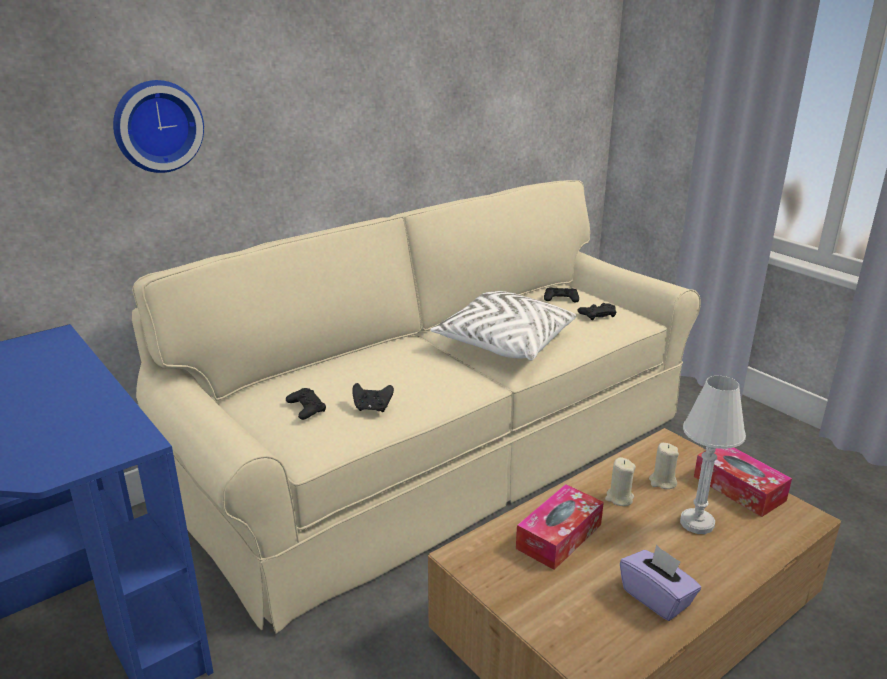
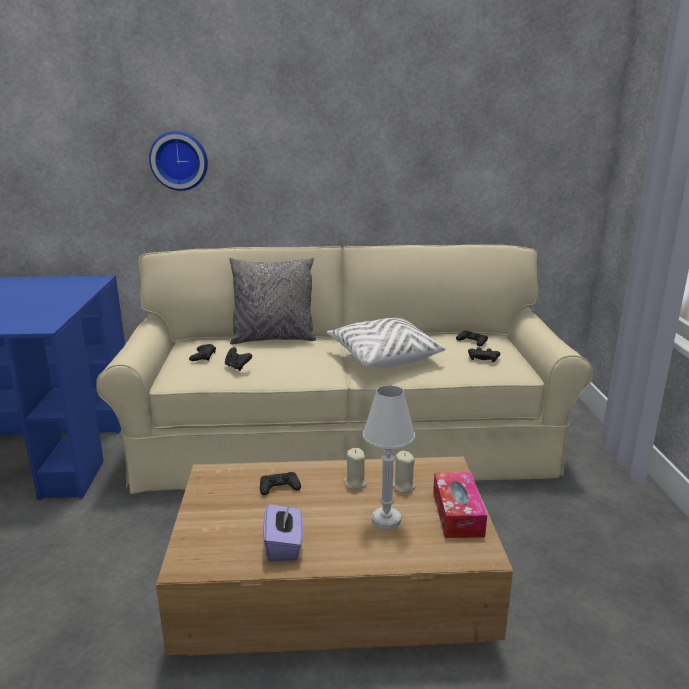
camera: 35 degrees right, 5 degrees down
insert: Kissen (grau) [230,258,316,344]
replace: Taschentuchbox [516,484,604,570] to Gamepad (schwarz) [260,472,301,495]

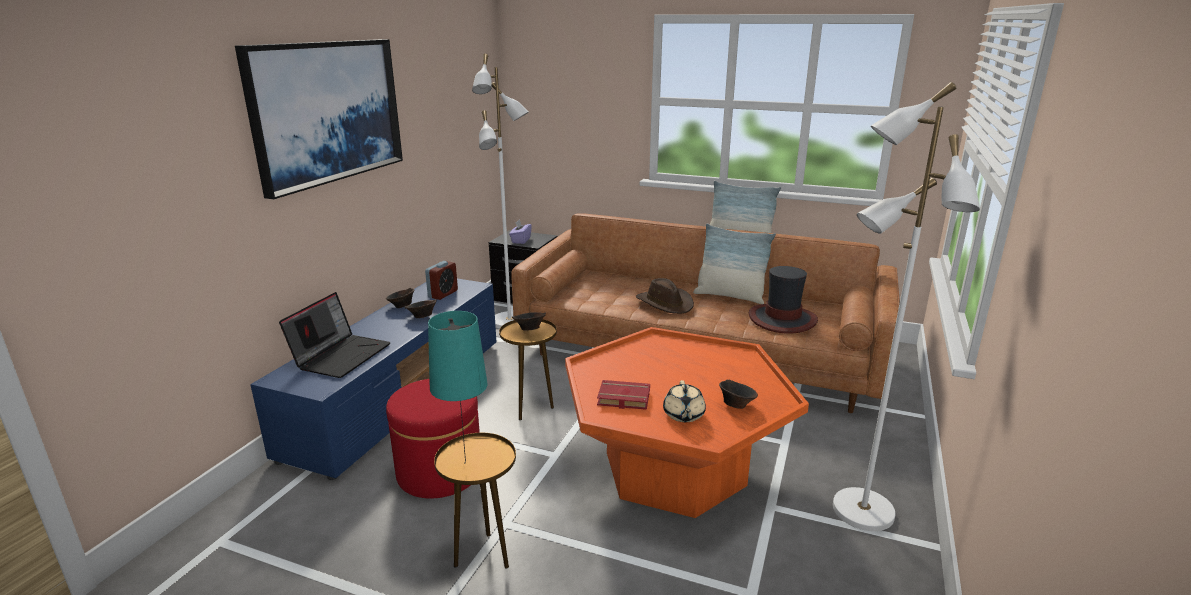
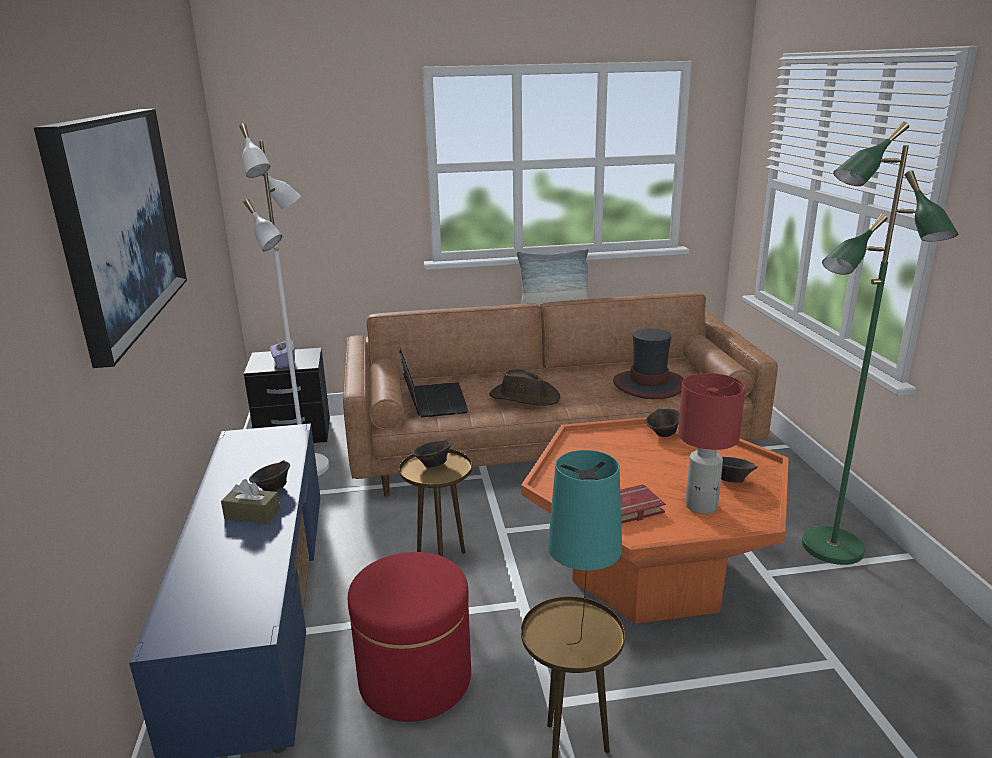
camera: 30 degrees left, 0 degrees up
delete: Wecker [425,261,458,300]; Kissen [693,223,776,304]
insert: Taschentuchbox (braun) [221,479,281,524]
move: Laptop [279,292,391,378] to [398,346,468,417]; Schüssel (braun) [386,288,415,308] to [646,408,680,437]
replace: Teekanne (beige) [663,380,706,422] to Tischlampe (rot) [678,373,746,514]
recolor: Stehlampe (weiß) [833,82,980,531] to Stehlampe (grün) [802,121,958,565]

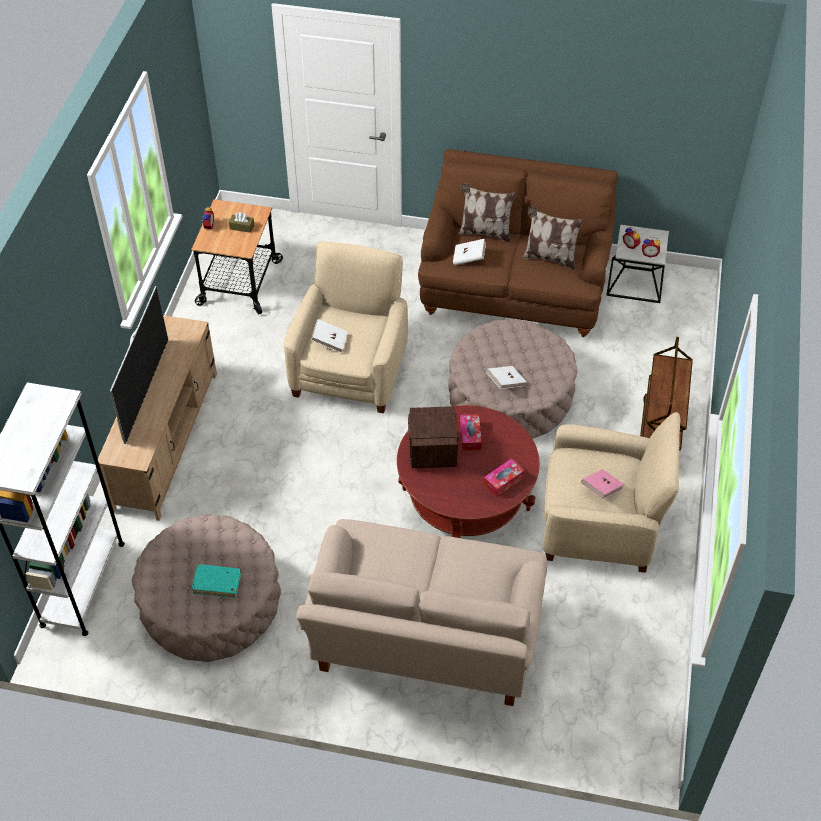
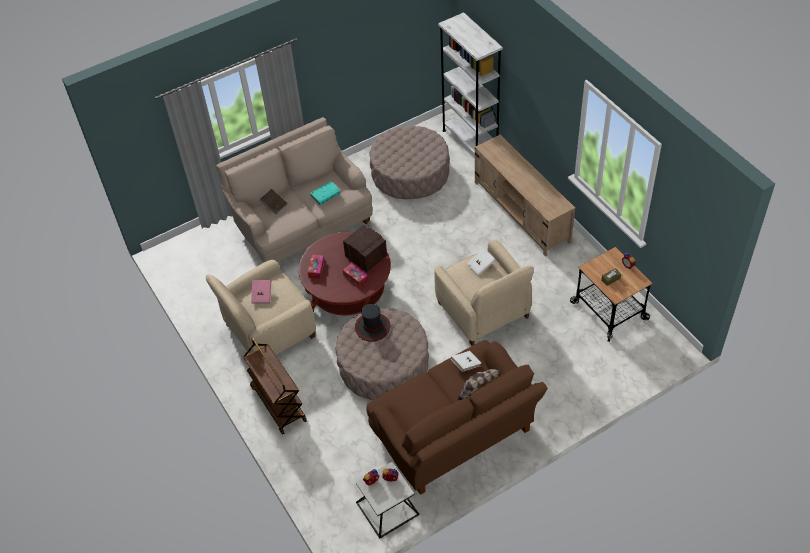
camera: 140 degrees right, 0 degrees up
delete: Fernseher [110,286,168,444]; Kissen [522,206,583,269]
insert: Buch (braun) [260,189,288,215]
move: Buch (türkis) [192,564,241,598] to [310,181,341,205]
replace: Buch (weiß) [486,366,526,389] to Hut [355,304,390,342]

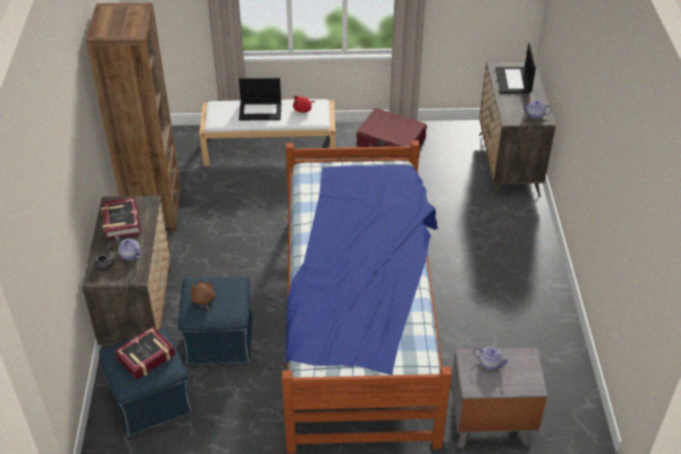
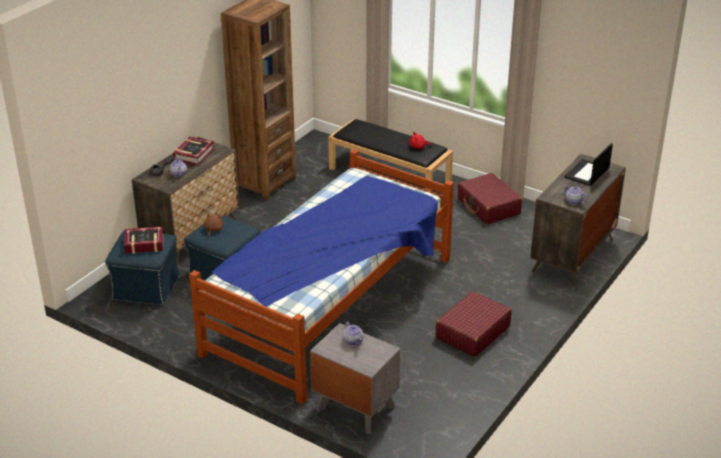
camera: 35 degrees right, 10 degrees down
delete: Laptop [239,78,282,120]
insert: Koffer (rot) [436,291,512,357]
recolor: Bank (weiß) [199,99,336,166] to Bank (schwarz) [328,119,453,191]

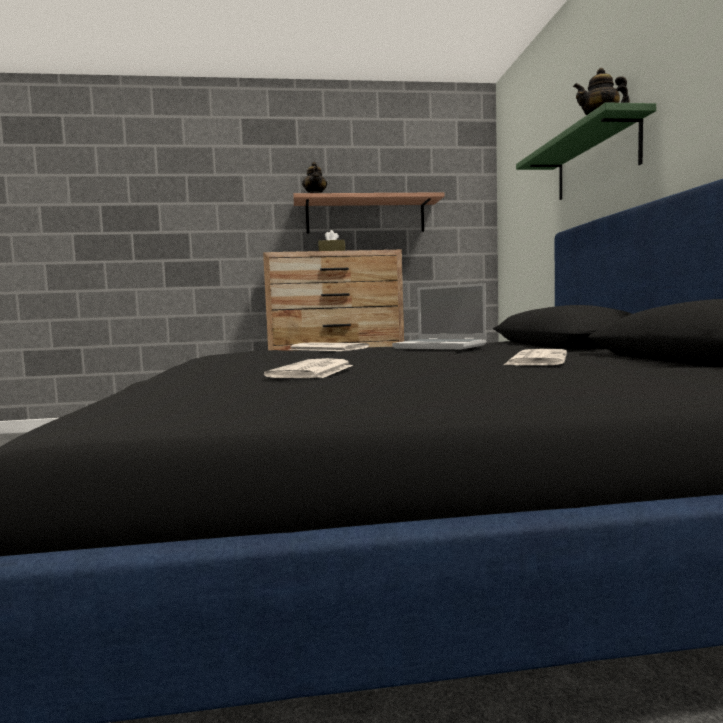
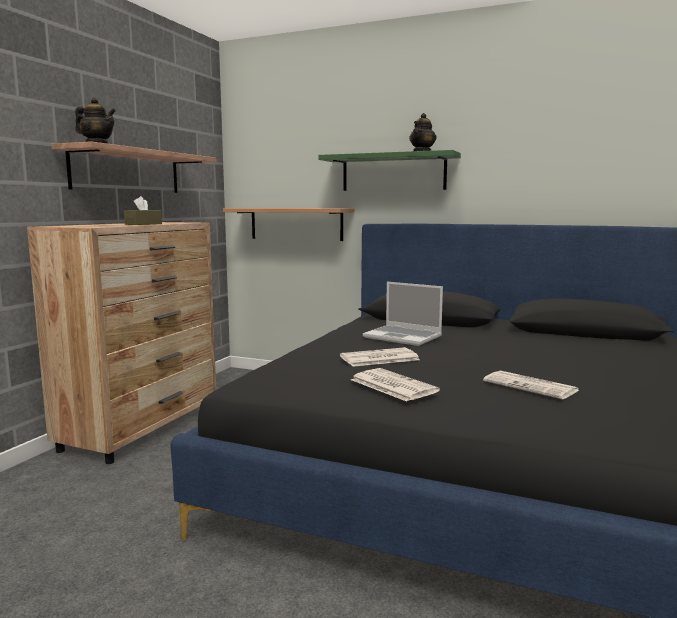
camera: 60 degrees left, 5 degrees up
insert: Wandregal [223,208,355,241]
move: Zeitung [504,349,567,365] to [351,368,440,402]
rotate: Laptop [392,283,487,349] = [363,282,443,346] 60 degrees clockwise

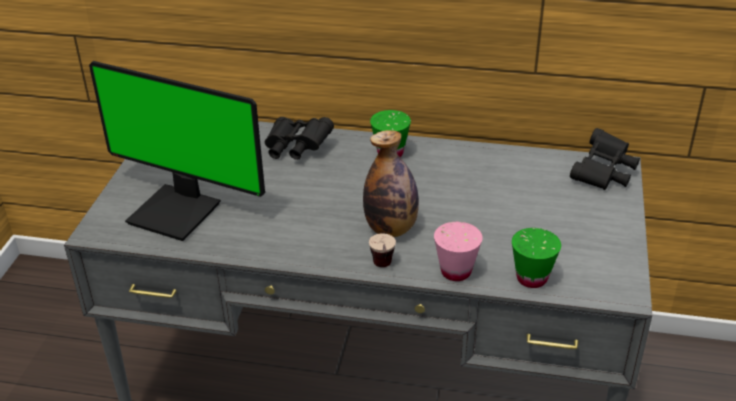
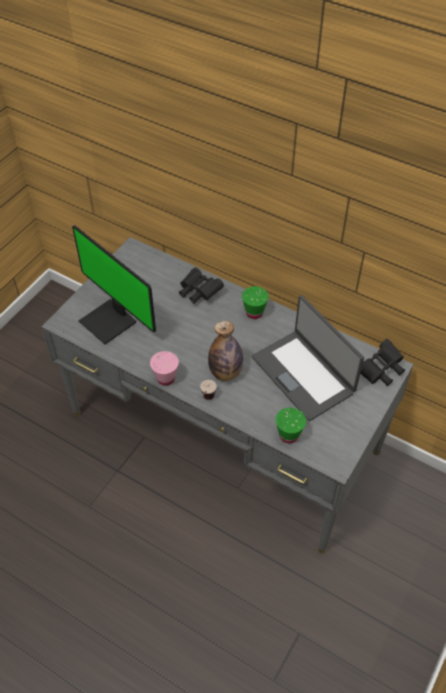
camera: 20 degrees right, 15 degrees up
insert: Laptop [252,295,364,421]
move: Tasse (rosa) [434,222,483,281] to [150,351,179,386]

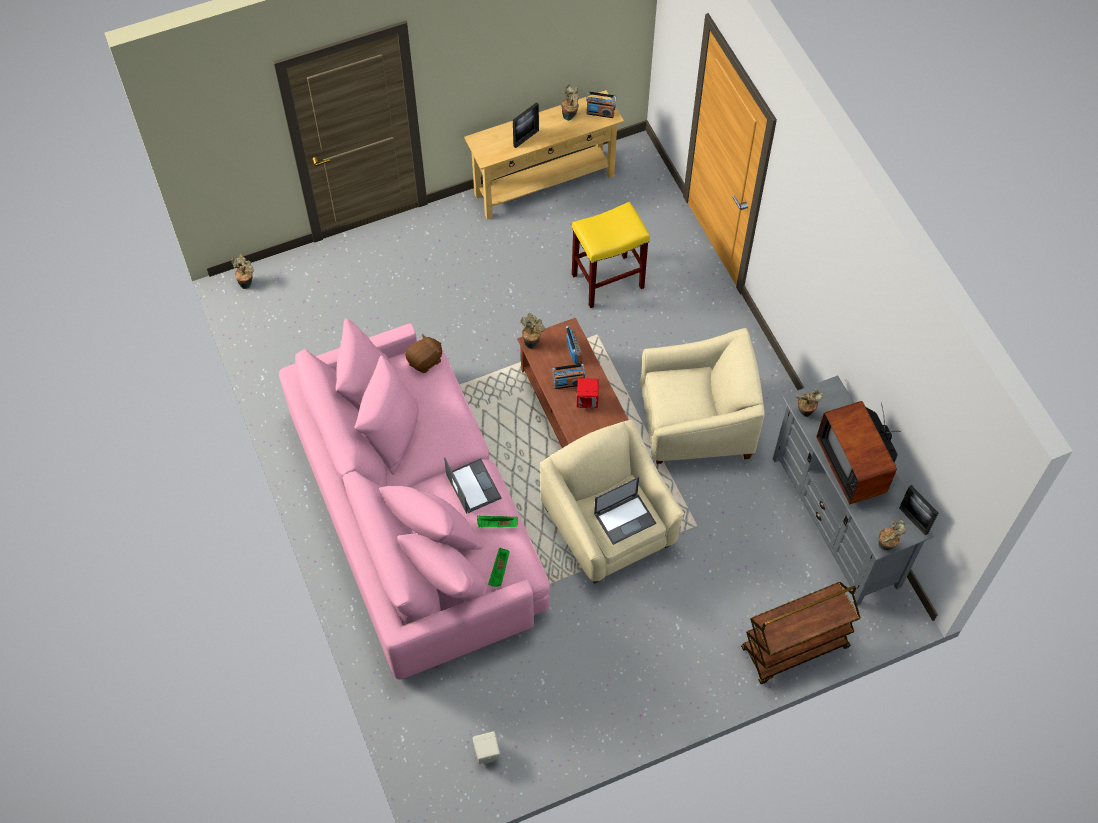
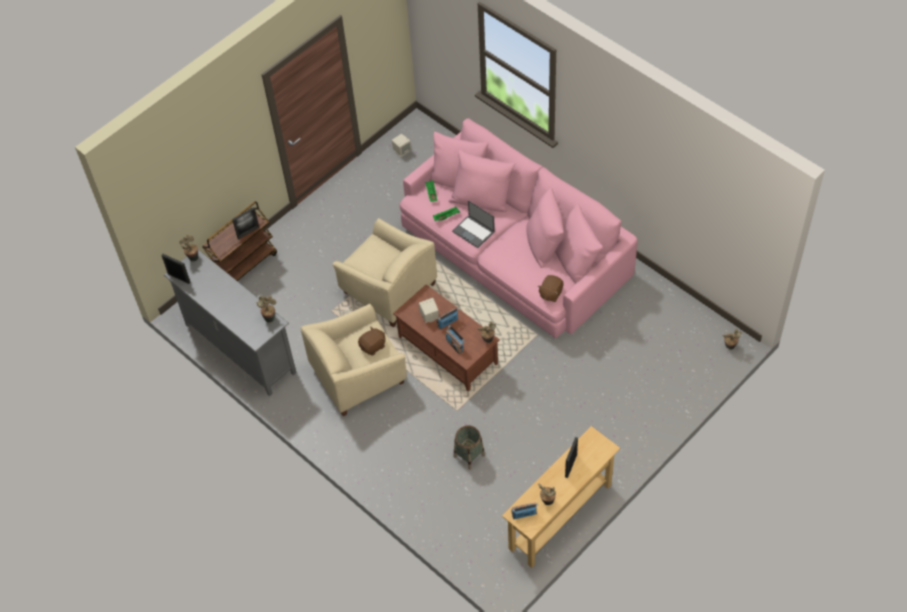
camera: 160 degrees right, 5 degrees down
delete: Laptop [594,477,656,545]; Fernseher [816,401,901,504]
insert: Bilderrahmen [232,207,260,239]; Plüschtier (braun) [358,327,385,355]
replace: Hocker (gelb) [572,202,650,308] to Korb [454,425,485,470]
recolor: Lautsprecher (rot) [577,378,599,408] to Lautsprecher (beige) [419,298,439,323]

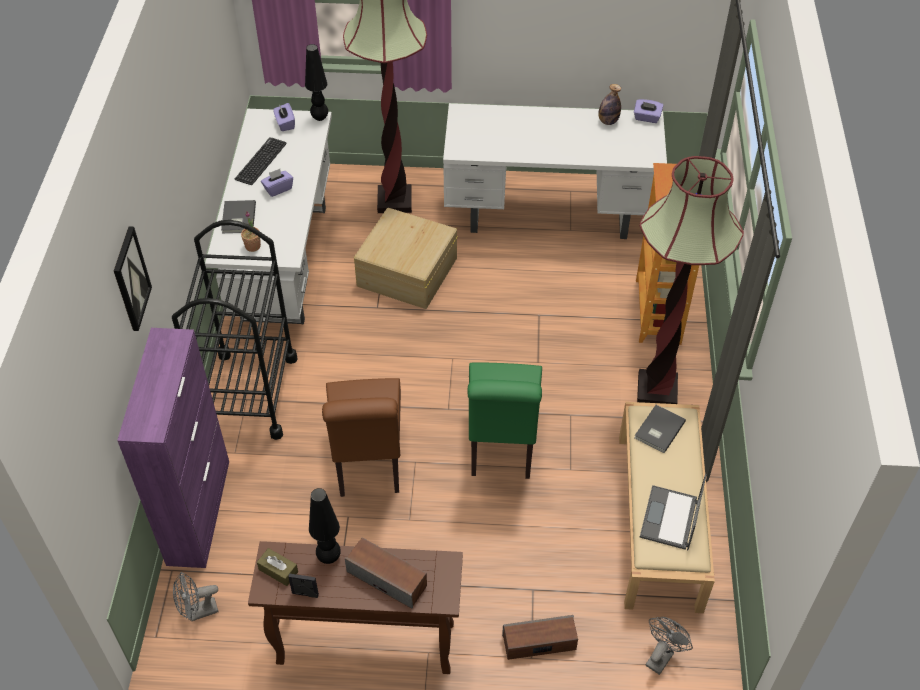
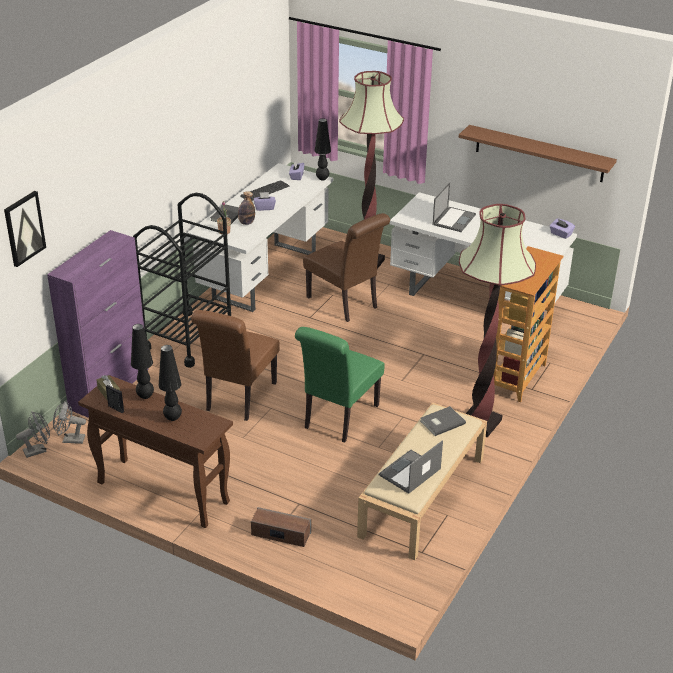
camera: 25 degrees right, 15 degrees down
insert: Laptop [433,182,476,232]; Wandregal (braun) [459,125,617,182]
move: Bild [114,226,152,331] to [4,191,46,267]; Flasche [599,84,621,125] to [238,191,255,225]; Ventilator (grau) [645,617,693,675] to [16,411,50,458]
replace: Lautsprecher [345,538,427,609] to Tischlampe (schwarz) [159,345,182,421]; Aufbewahrungsbox (beige) [354,208,458,309] to Stuhl (braun) [303,213,390,322]

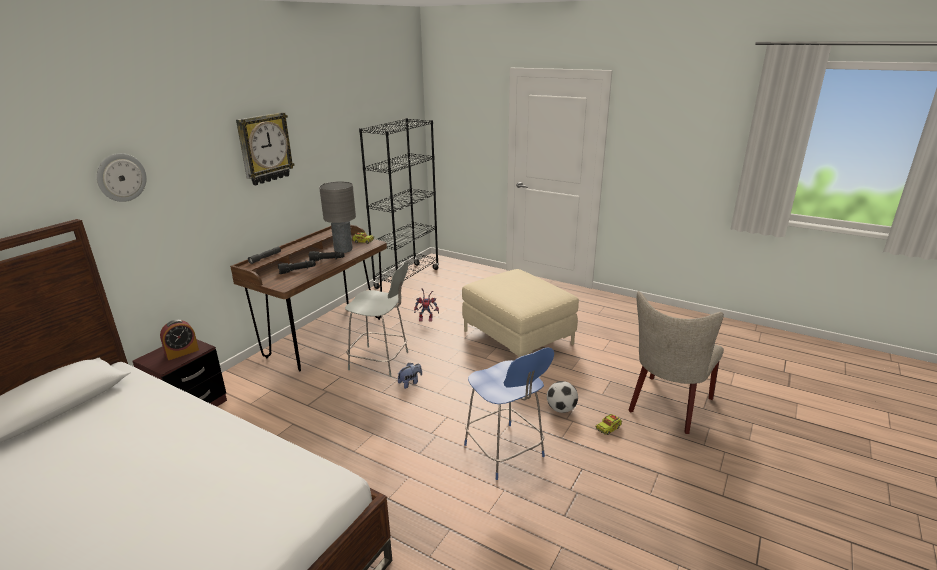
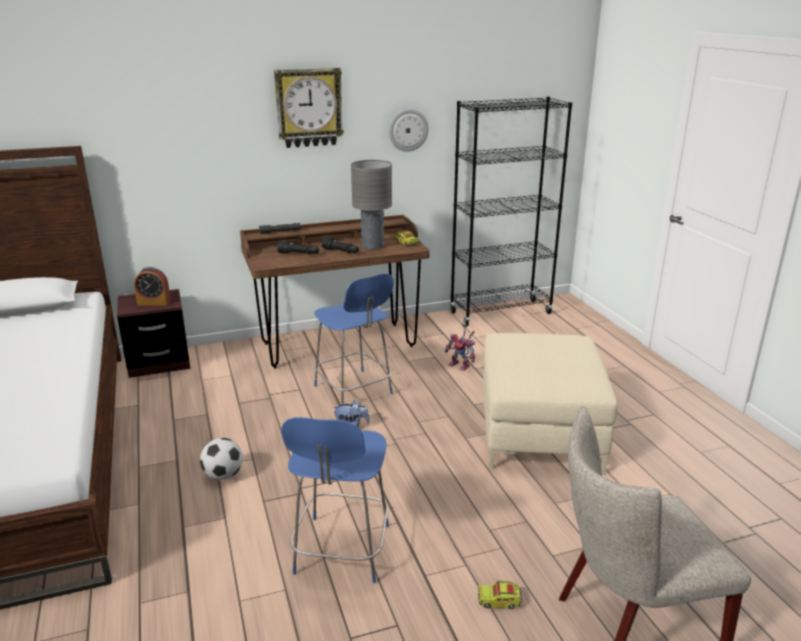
camera: 40 degrees right, 0 degrees up
move: Wanduhr [97,153,147,202] to [389,109,429,152]; Fußball [547,381,578,413] to [200,438,243,480]
recolor: Stuhl (grau) [345,262,408,377] to Stuhl (blau) [314,274,394,404]

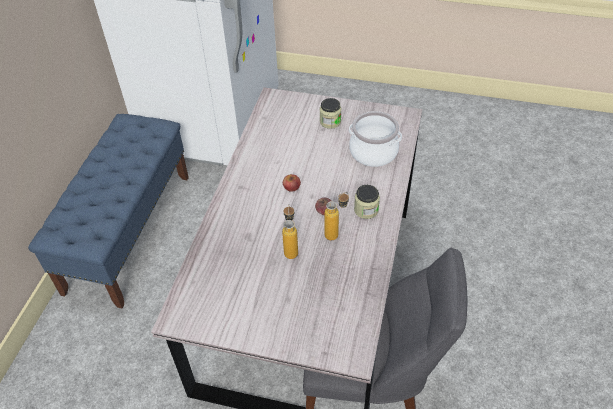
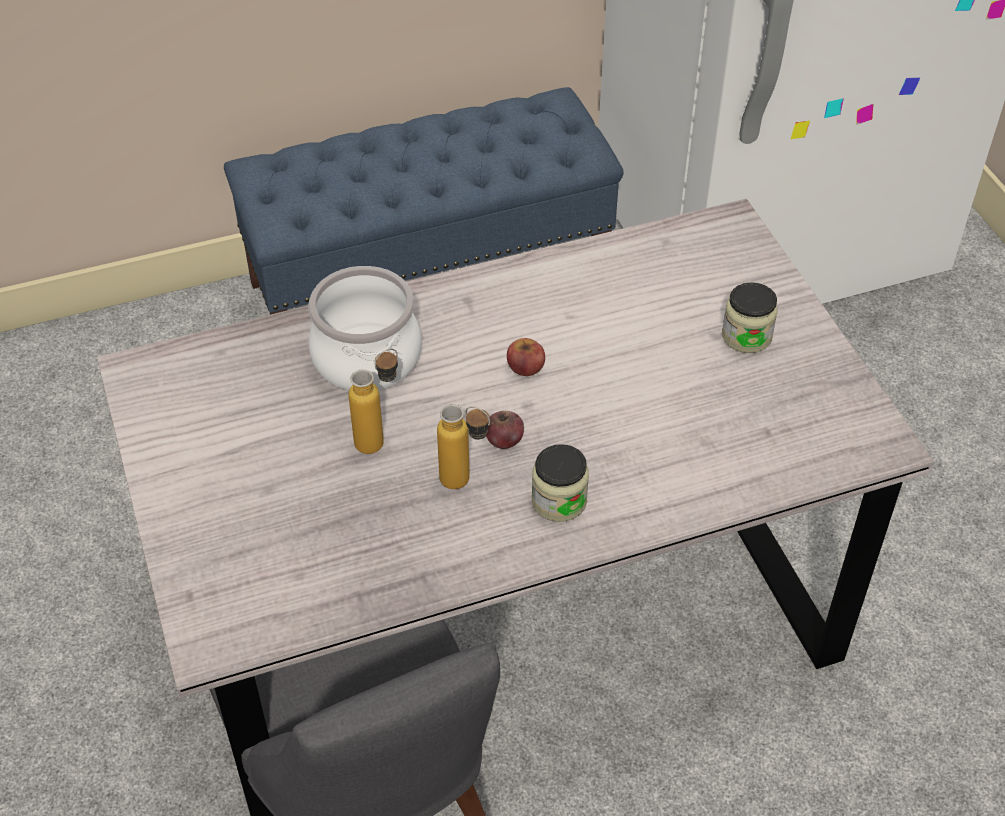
camera: 55 degrees right, 0 degrees up
move: Kochtopf [349,111,402,167] to [308,266,421,390]

